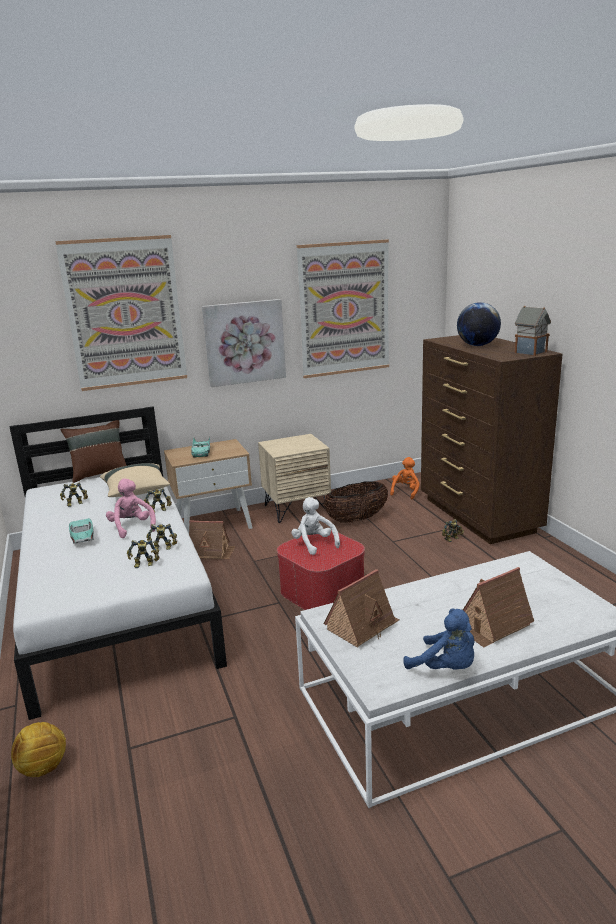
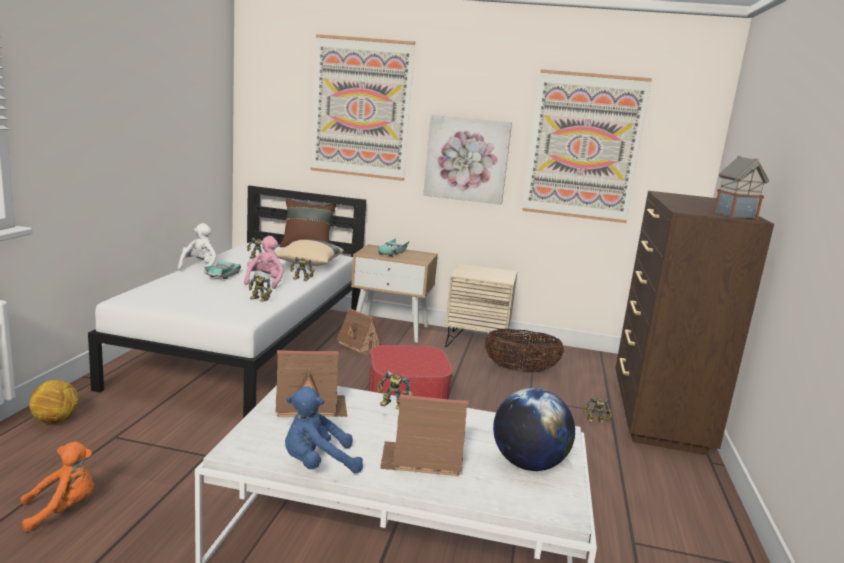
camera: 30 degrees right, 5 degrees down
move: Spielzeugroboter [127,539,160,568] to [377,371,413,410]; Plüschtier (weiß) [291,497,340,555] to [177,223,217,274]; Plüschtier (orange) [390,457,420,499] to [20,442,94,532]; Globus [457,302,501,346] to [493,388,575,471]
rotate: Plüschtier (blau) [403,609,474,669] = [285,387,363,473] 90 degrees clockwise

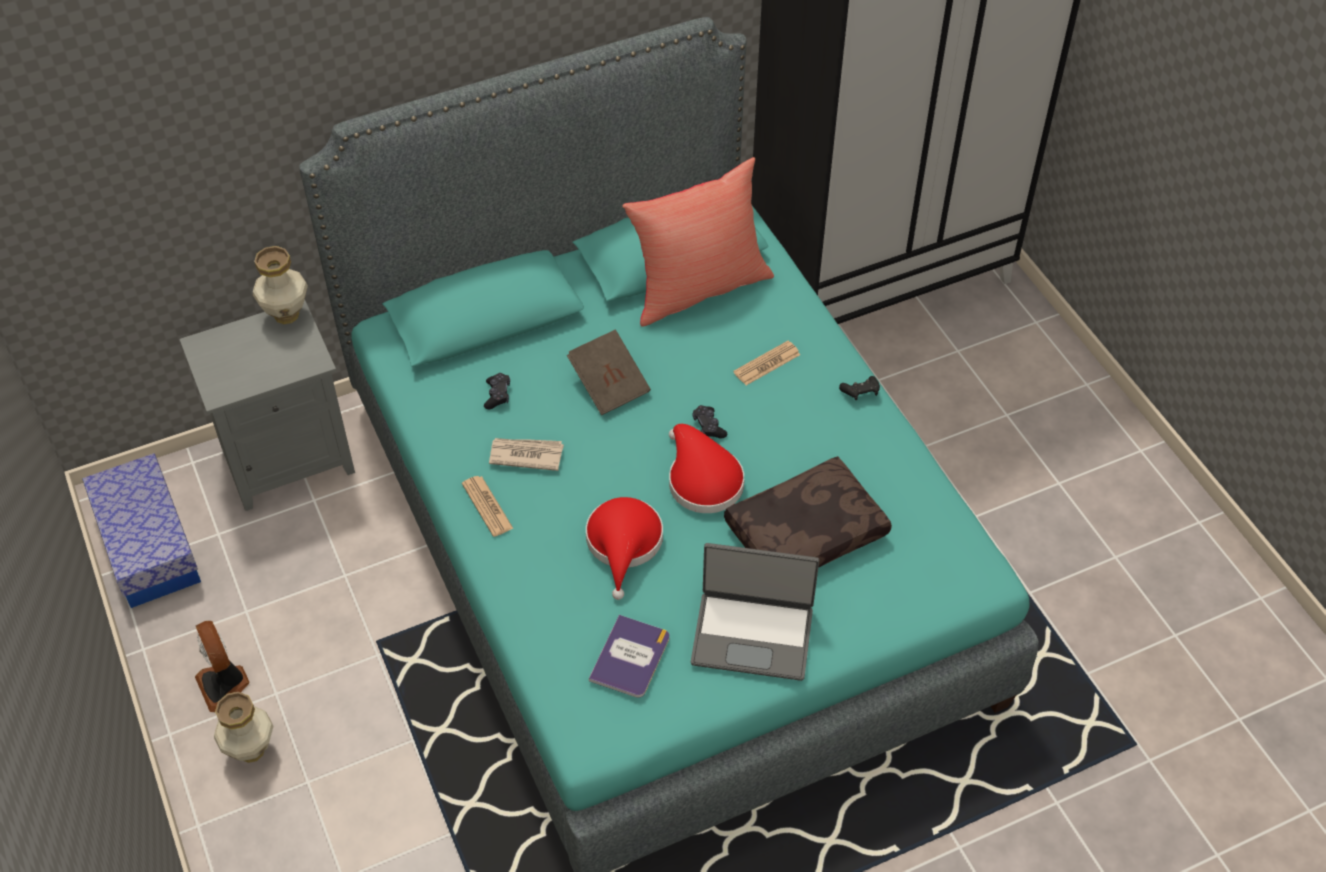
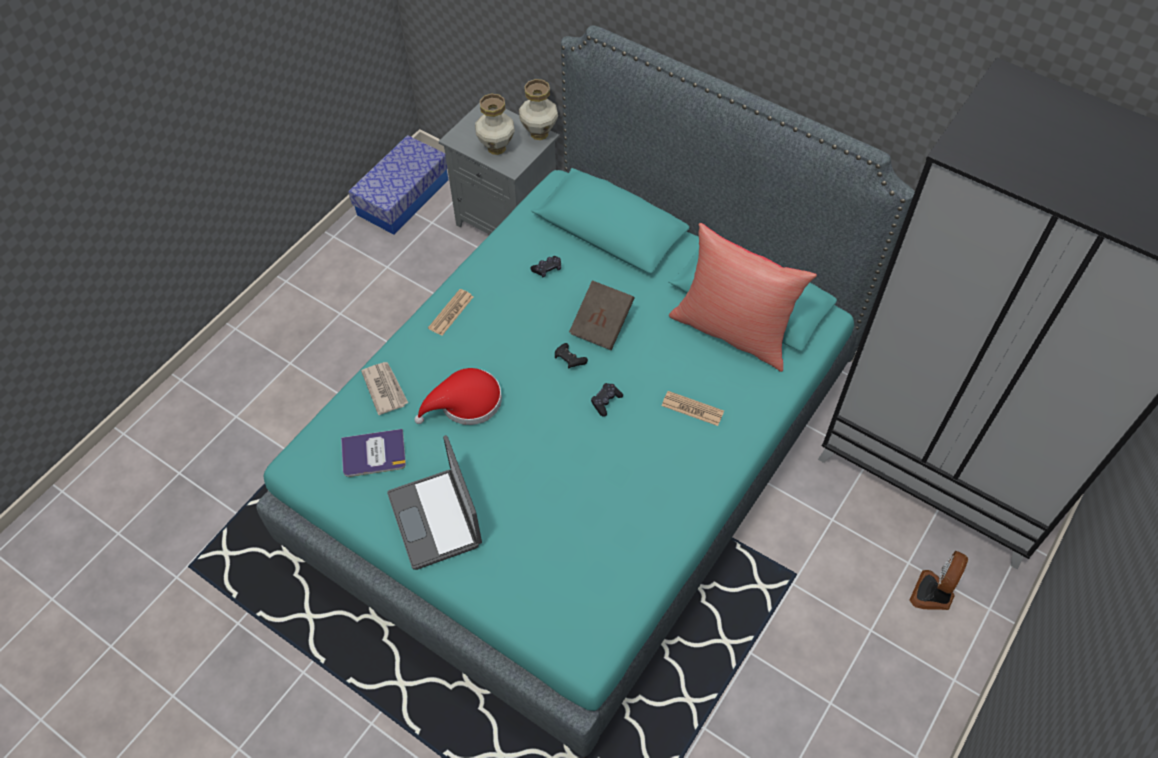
camera: 60 degrees right, 5 degrees up
delete: Hut (rot) [669,424,744,513]; Kissen (braun) [724,456,892,568]
move: Ventilator [195,621,249,712] to [910,551,968,610]; Vase [214,692,273,763] to [475,94,515,155]; Zeitung [489,438,564,471] to [361,362,408,415]; Gamepad (schwarz) [839,376,880,400] to [555,343,588,368]

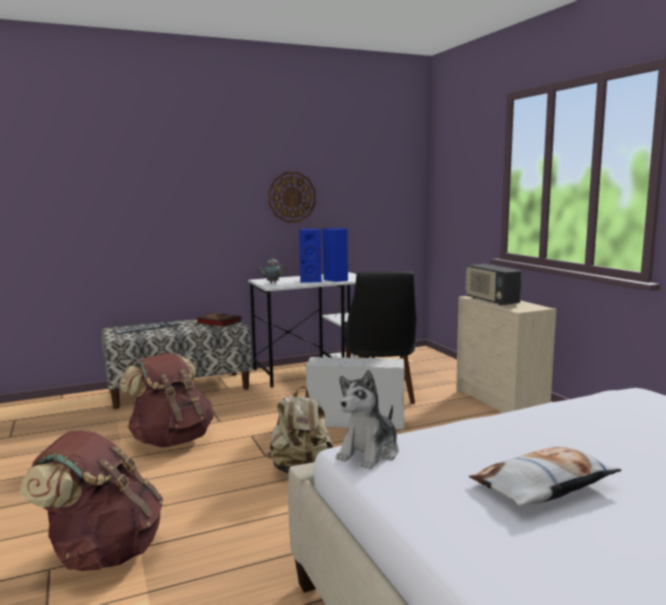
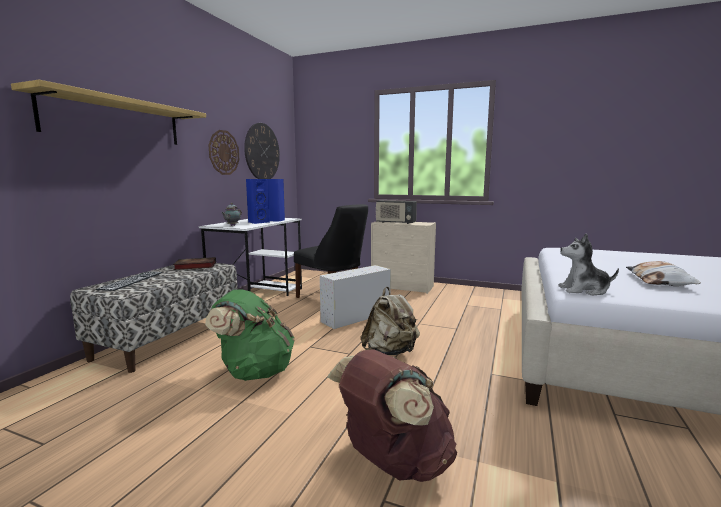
camera: 45 degrees left, 0 degrees up
insert: Wandregal [11,80,206,145]; Wanduhr [244,123,280,179]
recolor: Rucksack (braun) [119,353,214,447] to Rucksack (grün) [205,289,295,381]
rotate: Plüschtier [336,370,399,469] = [558,233,619,295] 105 degrees clockwise

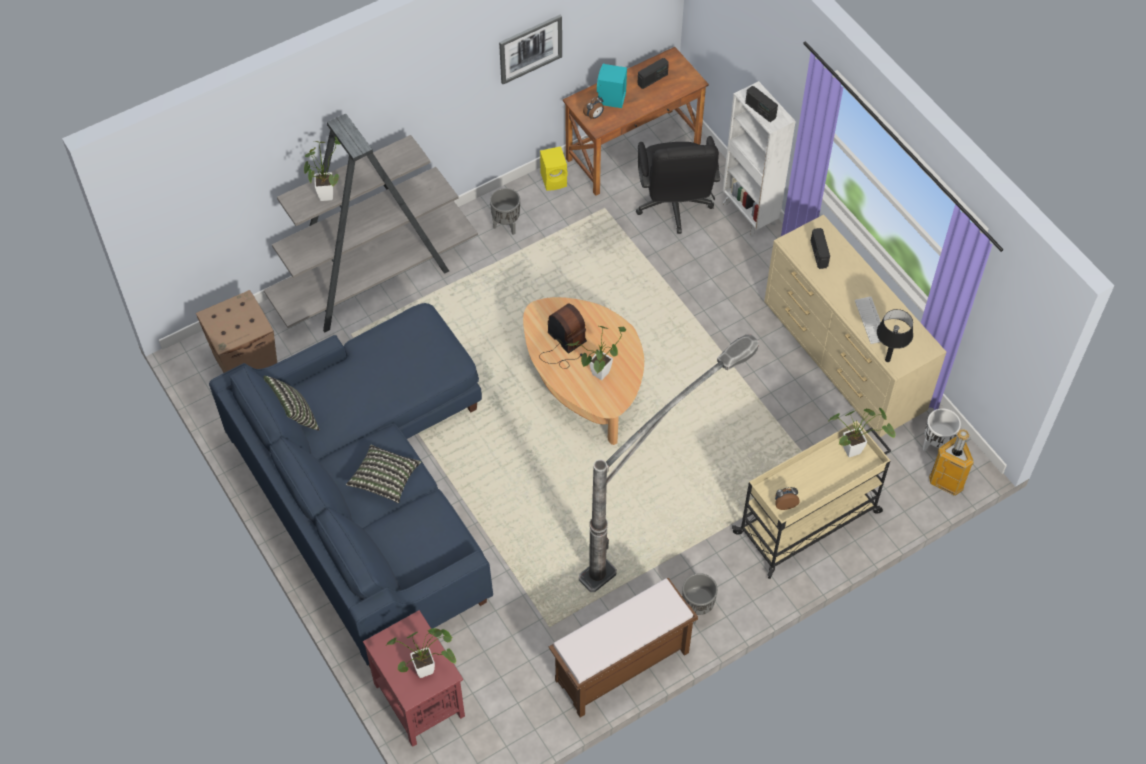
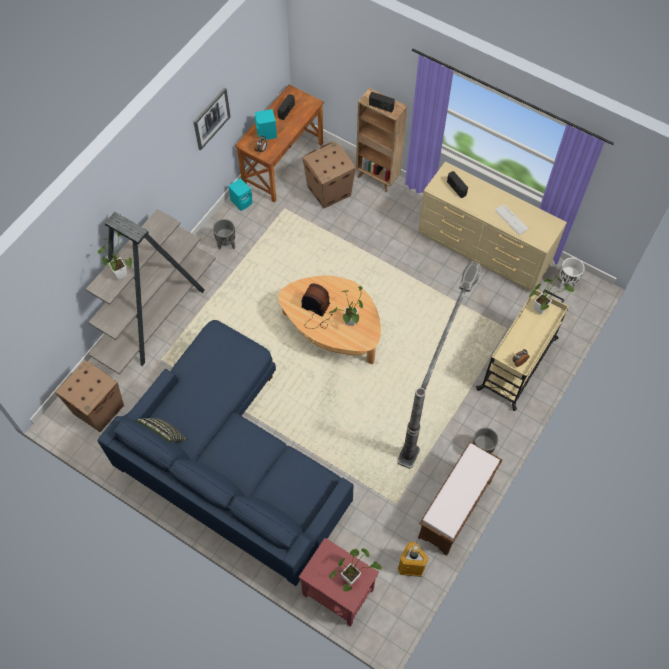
camera: 25 degrees left, 5 degrees up
delete: Kissen [346,444,421,503]; Tischlampe (schwarz) [877,309,913,362]
move: Mülleimer [929,429,974,496] to [397,542,429,577]
replace: Bürostuhl (schwarz) [636,136,720,234] to Karton [302,141,356,208]
recolor: Lautsprecher (gelb) [540,146,567,191] to Lautsprecher (türkis) [228,178,252,211]; Bücherregal (weiß) [723,81,796,237] to Bücherregal (braun) [356,88,407,192]

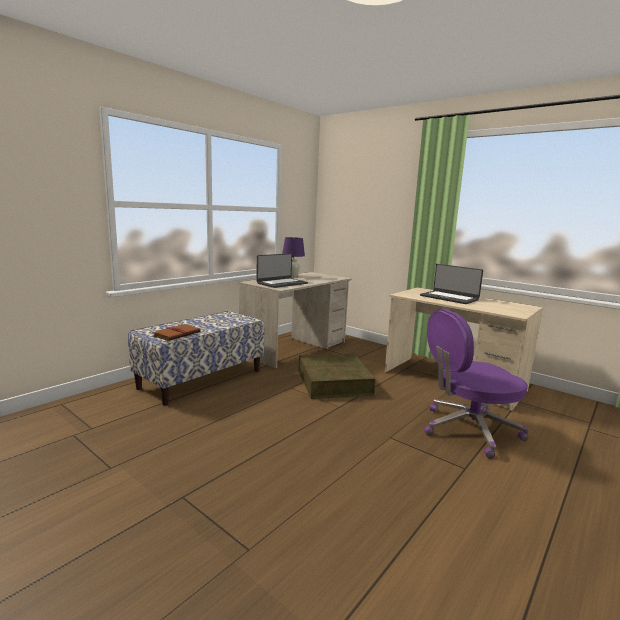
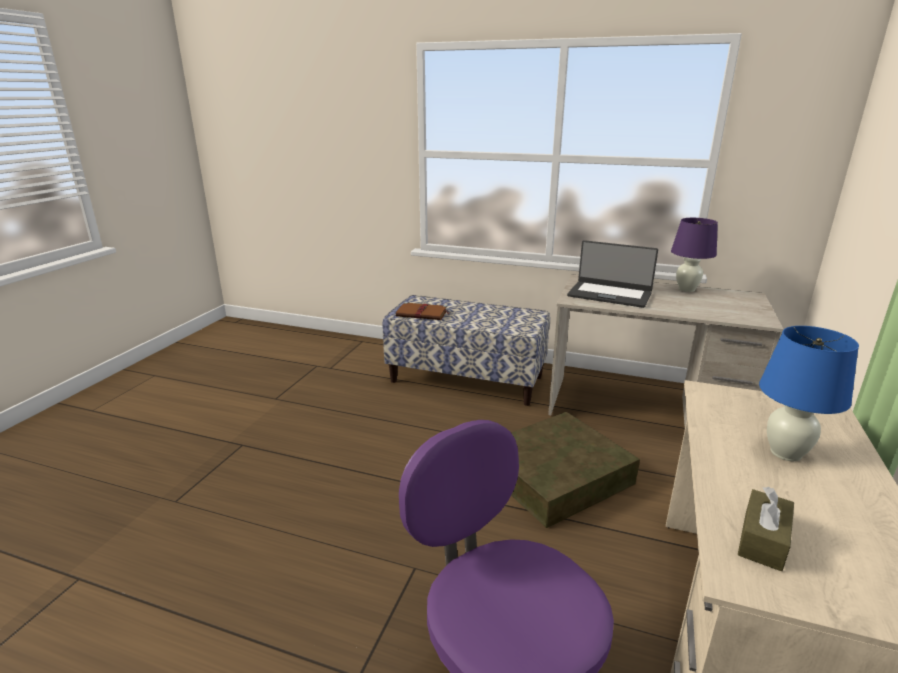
camera: 70 degrees right, 10 degrees up
insert: Taschentuchbox (braun) [738,487,794,571]
replace: Laptop [420,264,483,304] to Tischlampe (blau) [759,326,859,461]

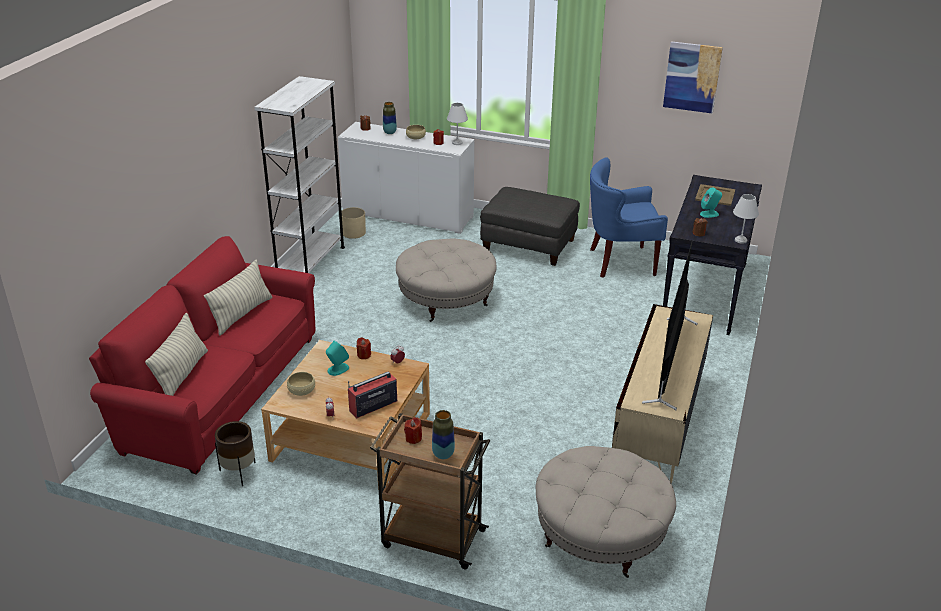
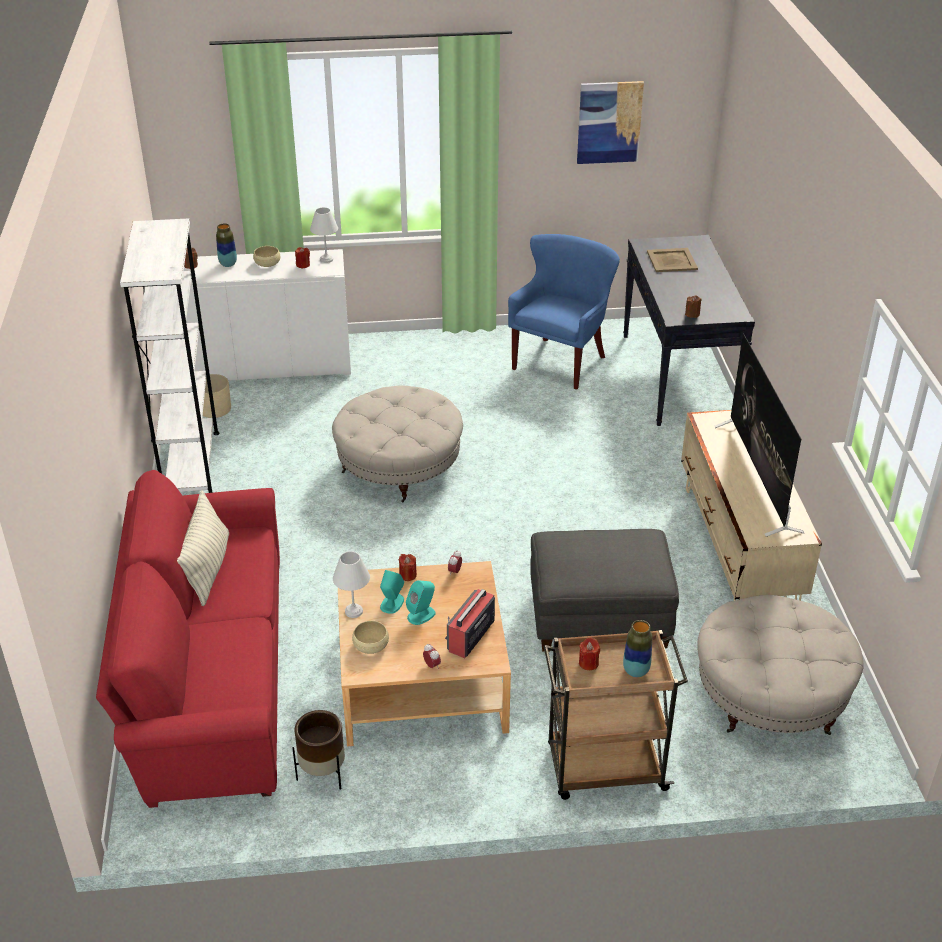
camera: 25 degrees left, 5 degrees up
delete: Kissen [145,313,208,396]
move: Polsterhocker (grau) [480,187,580,266] to [530,529,679,652]; Lautsprecher (türkis) [700,187,722,218] to [406,580,436,625]; Tischlampe (weiß) [733,194,759,244] to [333,551,370,618]
rotate: Sessel (blau) [590,157,668,278] = [508,234,620,390] 150 degrees clockwise

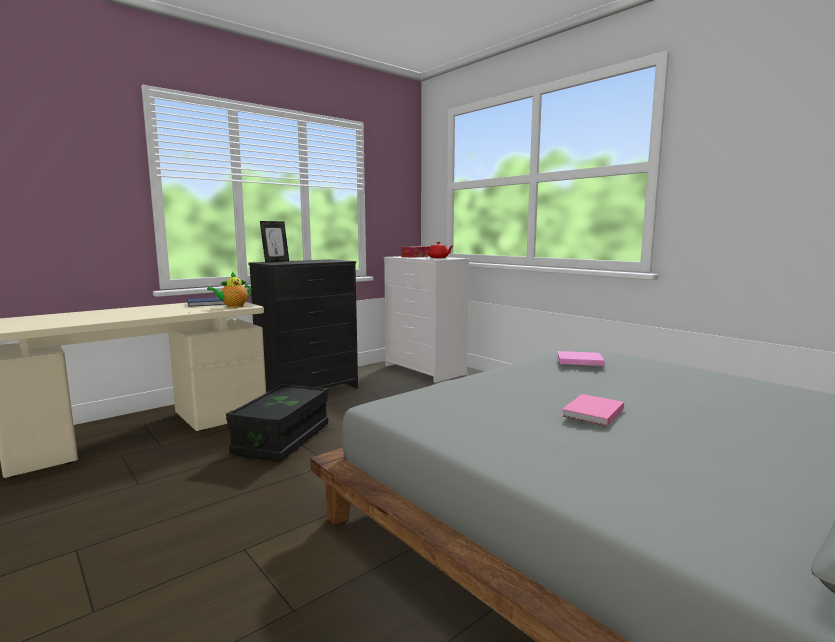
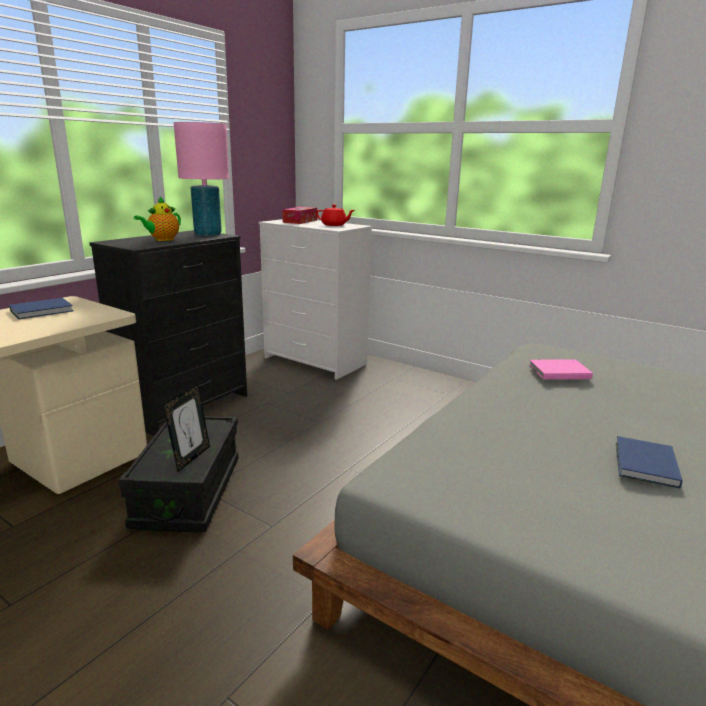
camera: 15 degrees left, 10 degrees up
insert: Tischlampe (rosa) [174,122,229,236]
move: Teekanne [207,272,252,308] to [134,197,181,241]; Bilderrahmen [260,221,289,263] to [163,384,210,472]
recolor: Buch (rosa) [562,394,624,426] to Buch (blau) [616,436,683,488]

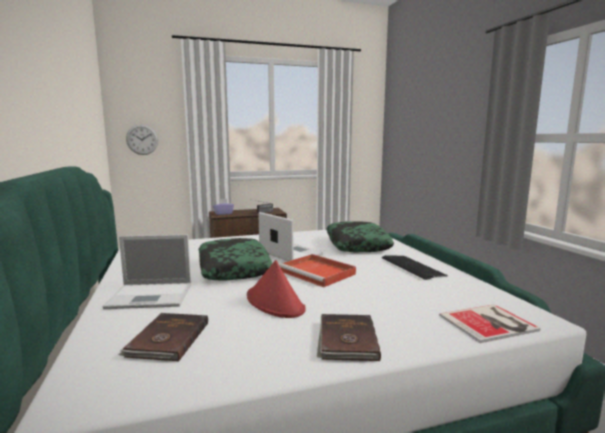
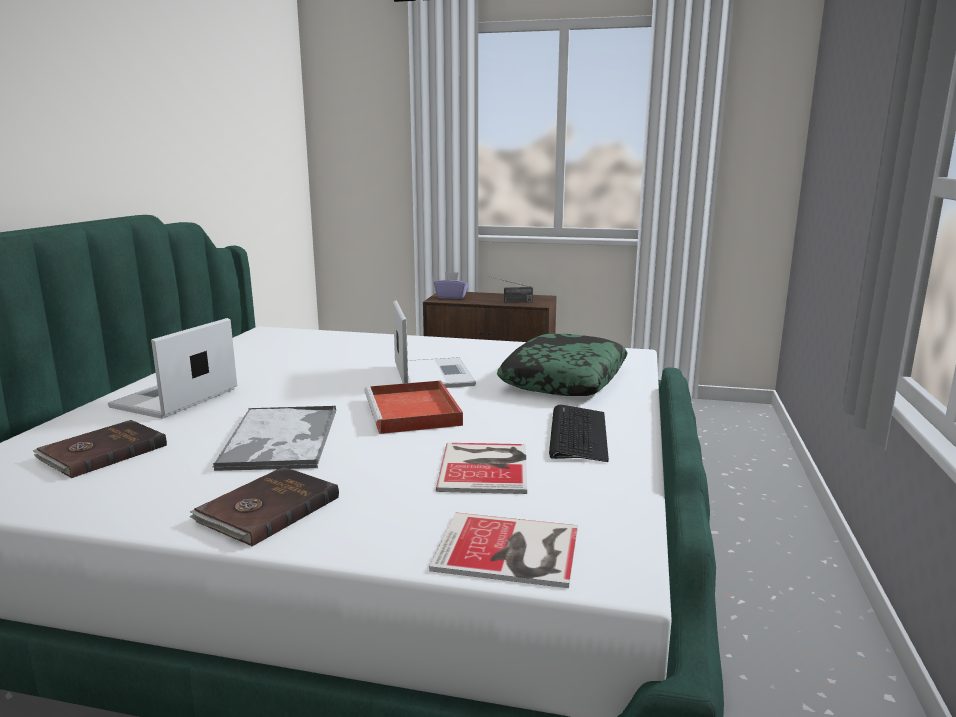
camera: 30 degrees right, 5 degrees up
delete: Wanduhr [126,124,158,155]; Kissen [198,238,272,281]
insert: Buch [436,443,527,494]
replace: Hut (rot) [247,260,306,318] to Tablett [213,406,336,471]
rotate: Laptop [103,235,191,309] = [108,318,237,419] 90 degrees clockwise

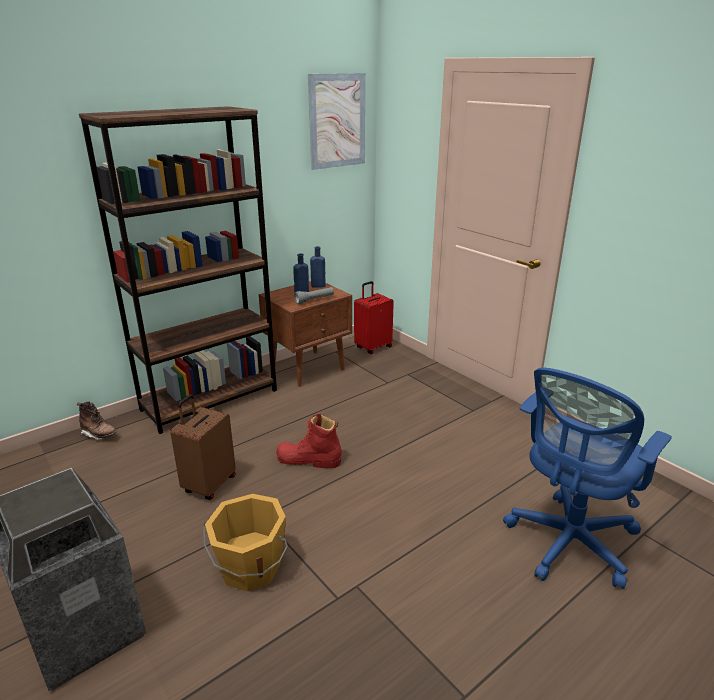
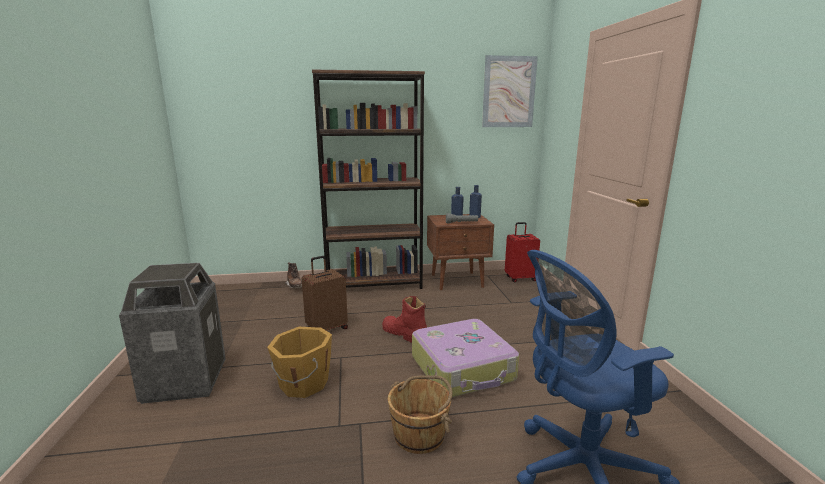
camera: 30 degrees right, 10 degrees down
insert: Eimer (braun) [388,375,452,454]; Koffer [412,319,519,398]

